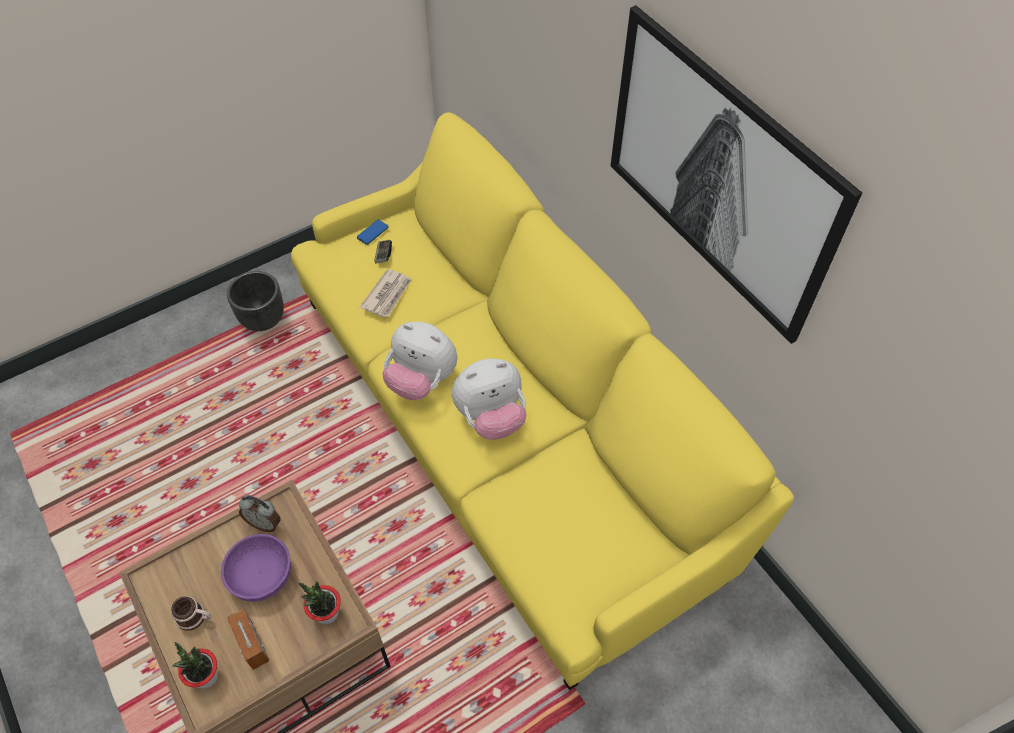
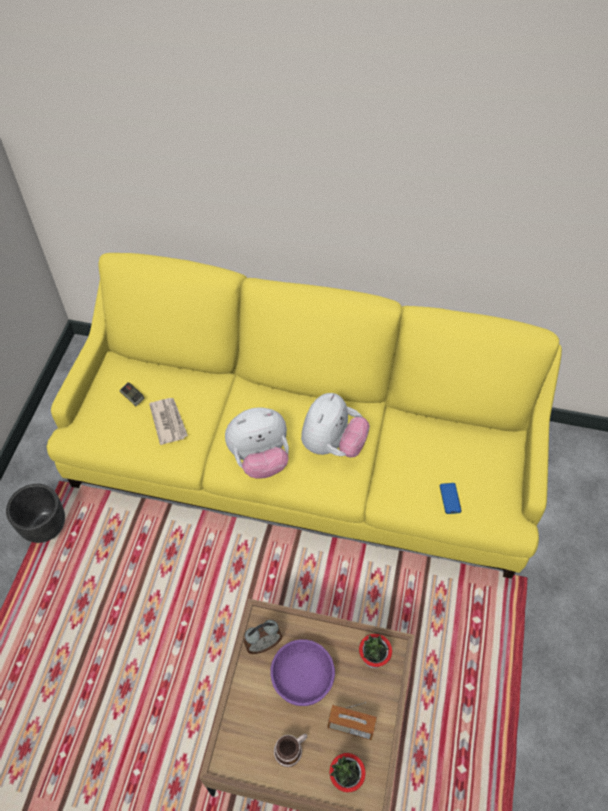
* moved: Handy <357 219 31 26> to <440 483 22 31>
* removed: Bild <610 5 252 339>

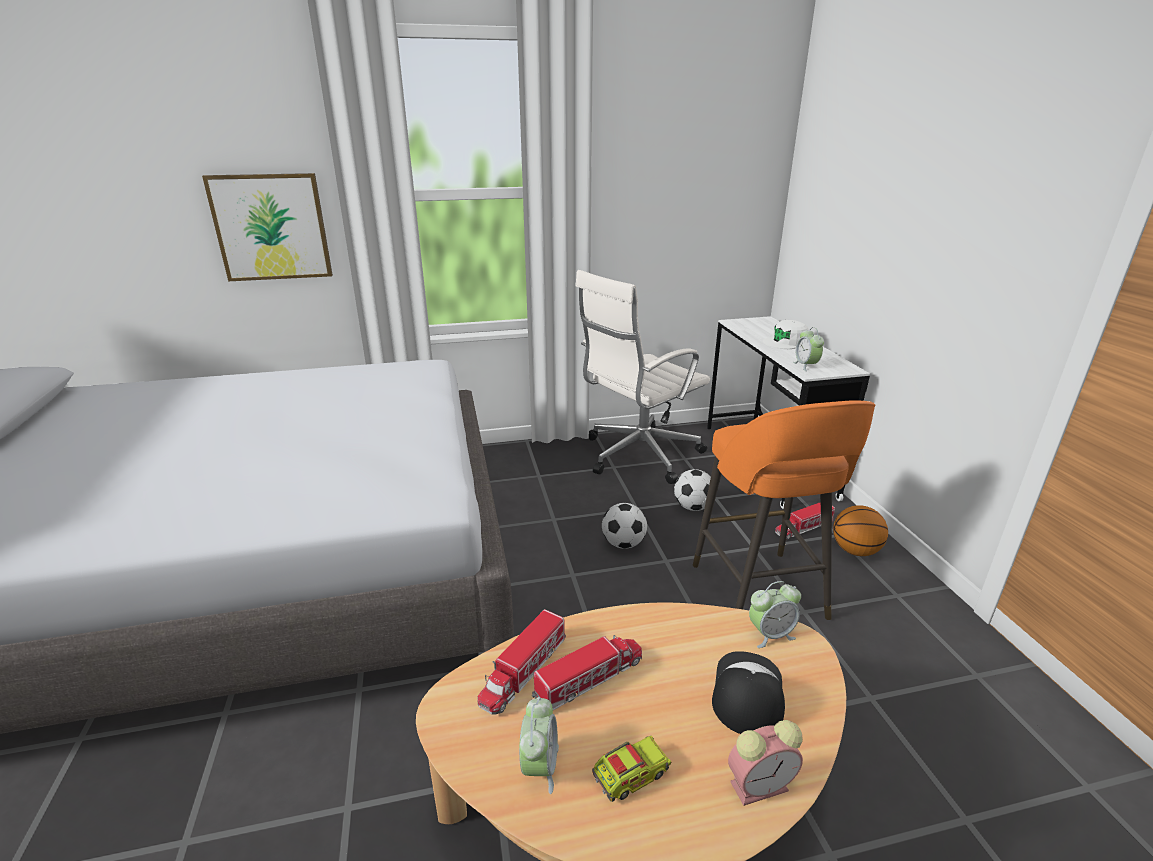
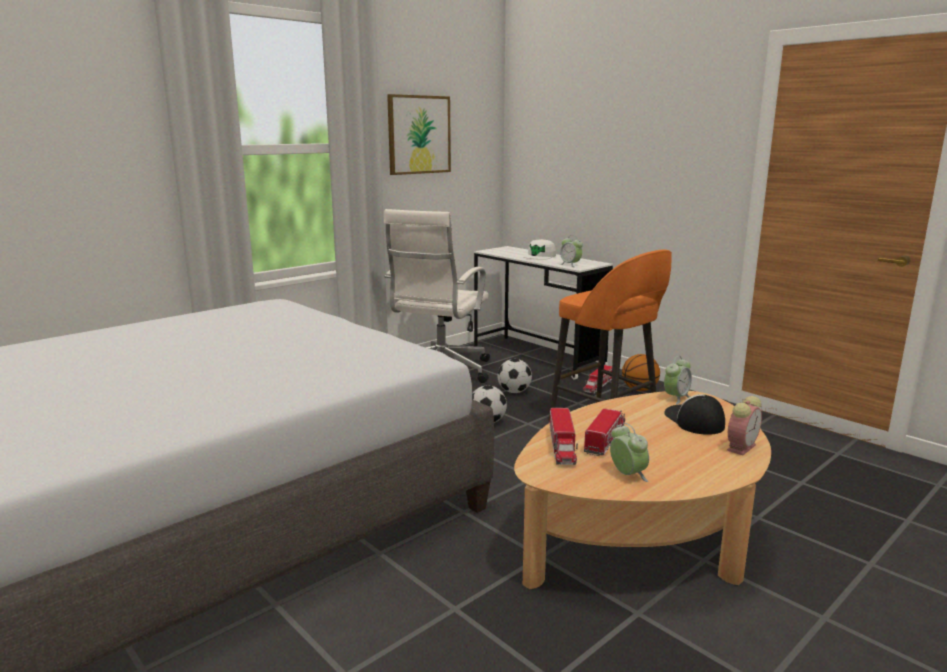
* moved: Bild <202 173 131 108> to <387 94 64 81>
* removed: Spielzeuglaster <592 735 79 67>

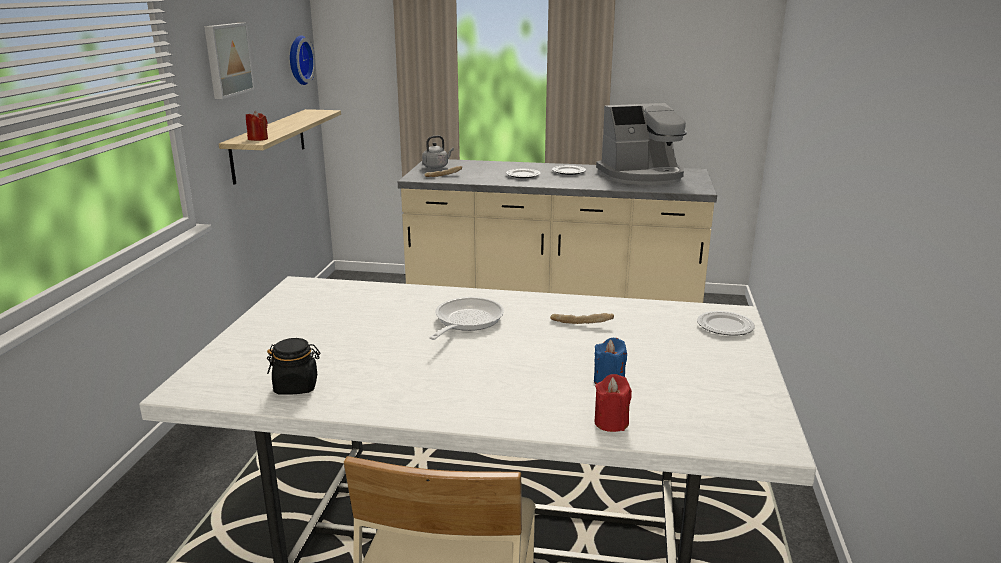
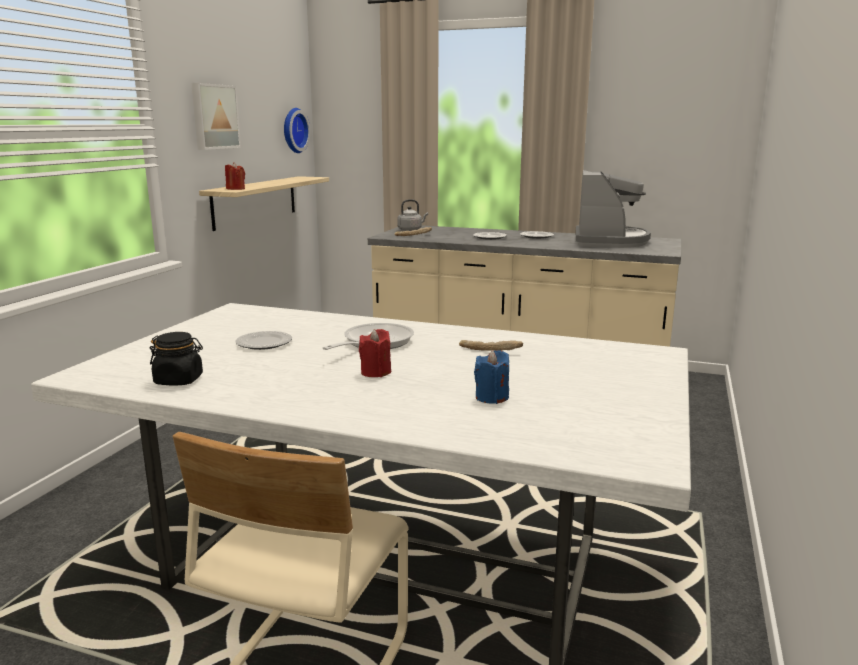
* moved: Kerze (rot) <594 374 38 58> to <359 329 32 48>
* turned: Kaffeemaschine <596 103 91 82> = <576 170 75 78> 75 degrees counterclockwise
* moved: Teller <697 311 58 25> to <235 331 57 19>

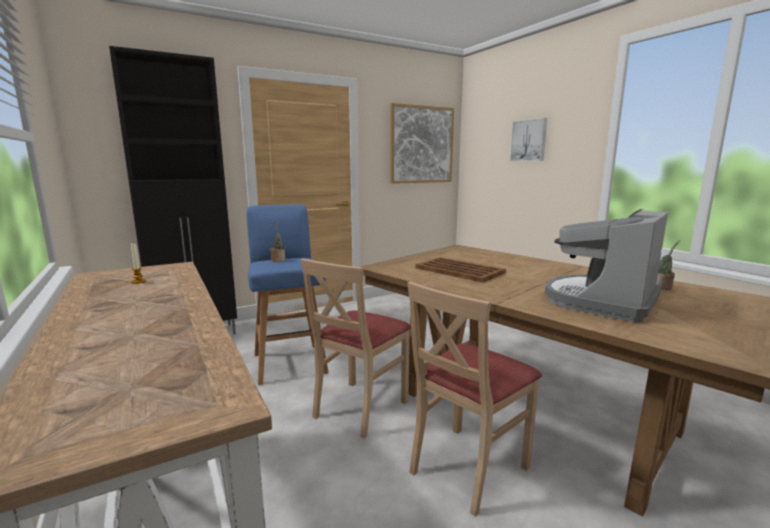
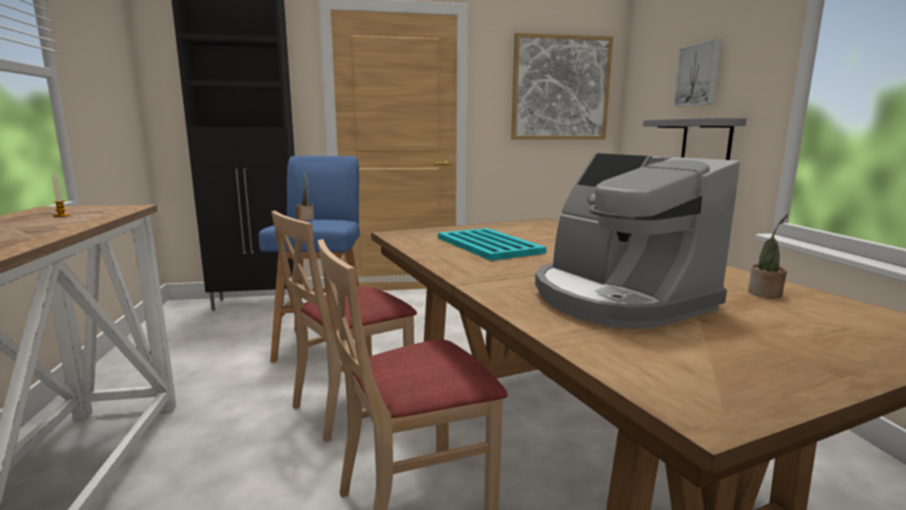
* recoloured: Tablett (braun) <415 257 91 26> to Tablett (türkis) <438 228 108 33>
* turned: Kaffeemaschine <545 209 123 113> = <535 153 205 176> 90 degrees counterclockwise
* added: Wandregal (grau) <643 118 104 42>

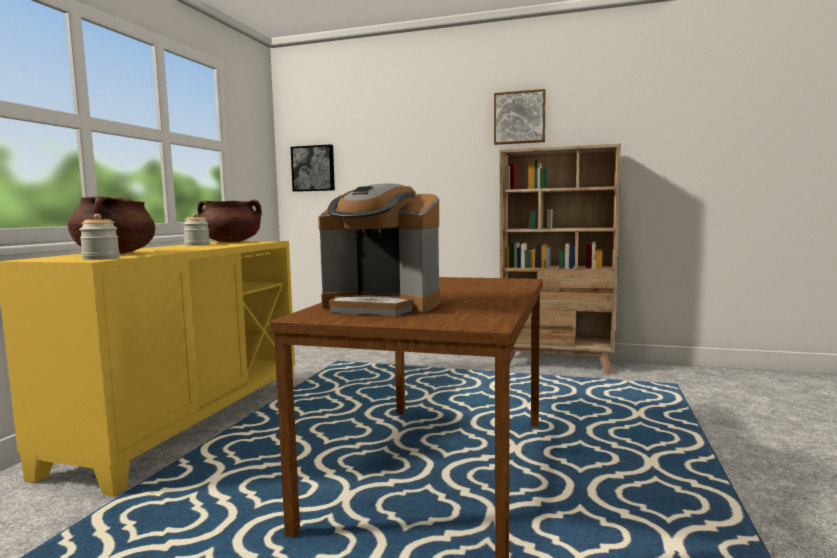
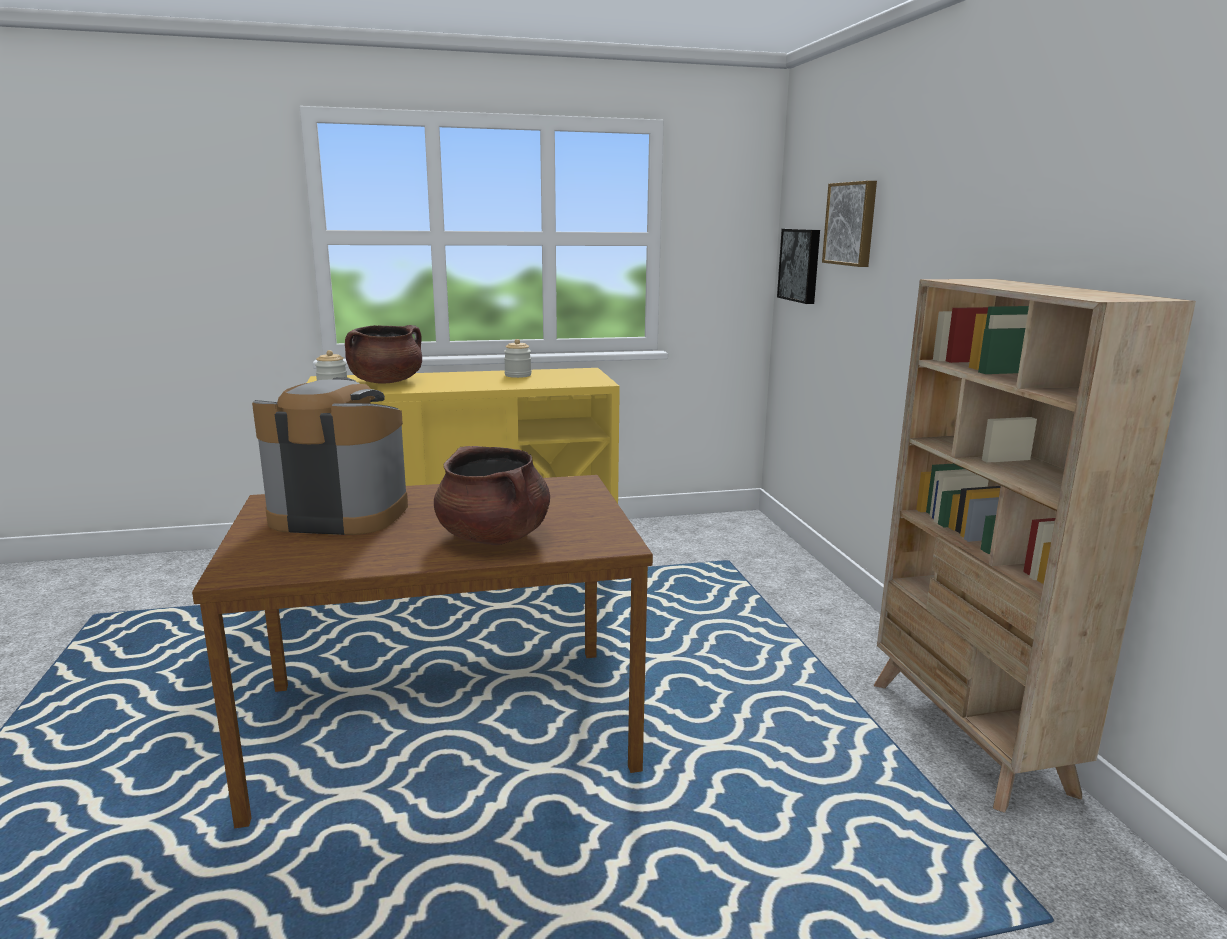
* moved: Kochtopf (braun) <197 200 65 42> to <434 446 116 100>
* turned: Kaffeemaschine <318 183 122 133> = <252 377 156 158> 105 degrees clockwise
* moved: Bild <494 89 52 56> to <822 181 55 86>

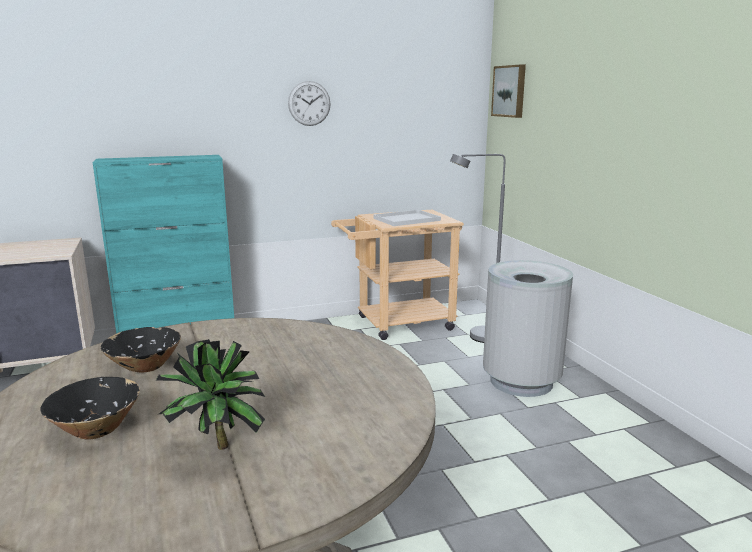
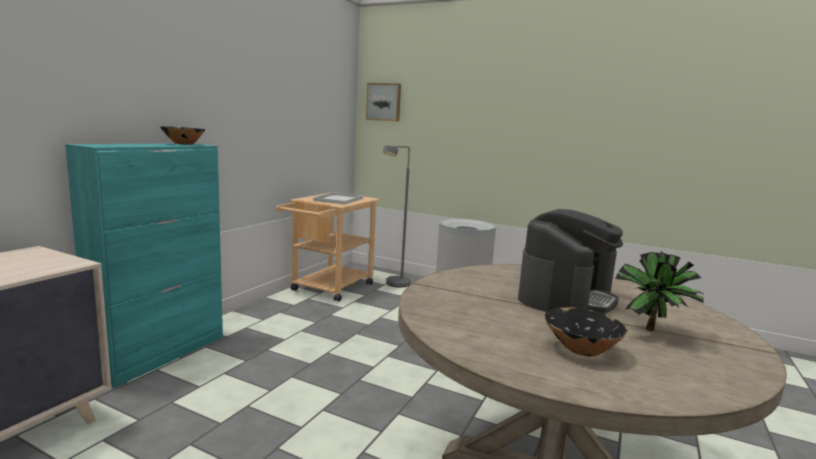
* moved: Schüssel (schwarz) <101 327 80 46> to <160 126 45 19>
* removed: Wanduhr <288 81 43 45>
* added: Kaffeemaschine <518 209 105 105>

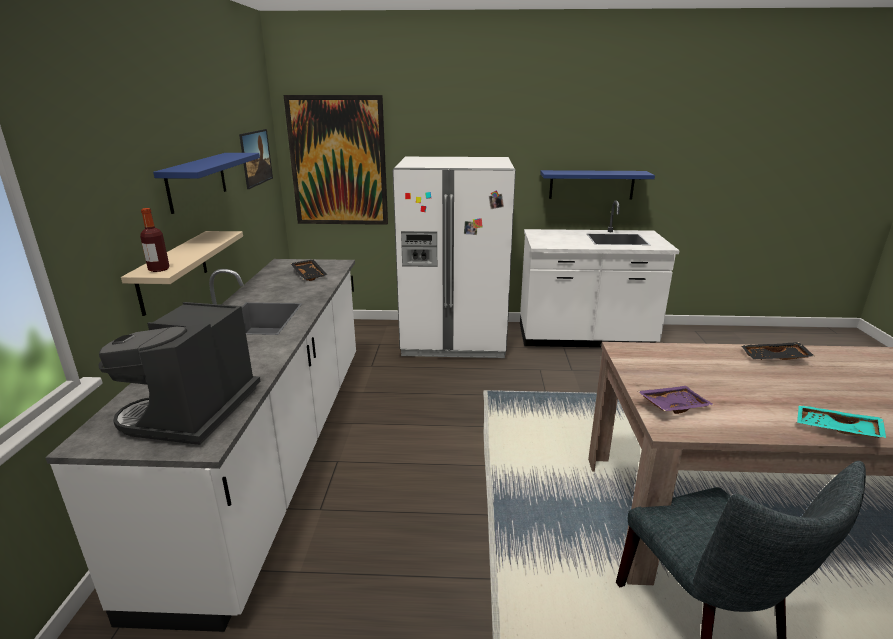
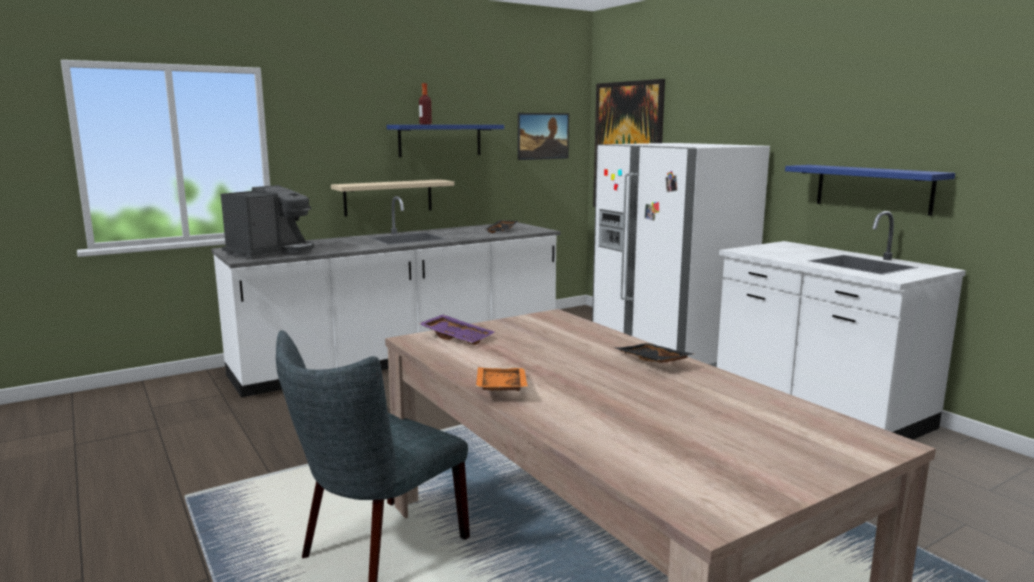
* turned: Kaffeemaschine <98 302 163 143> = <221 185 93 74> 150 degrees clockwise
* moved: Flasche <140 208 29 64> to <419 83 13 42>
* recoloured: Tablett (türkis) <797 405 89 33> to Tablett (orange) <476 367 52 24>

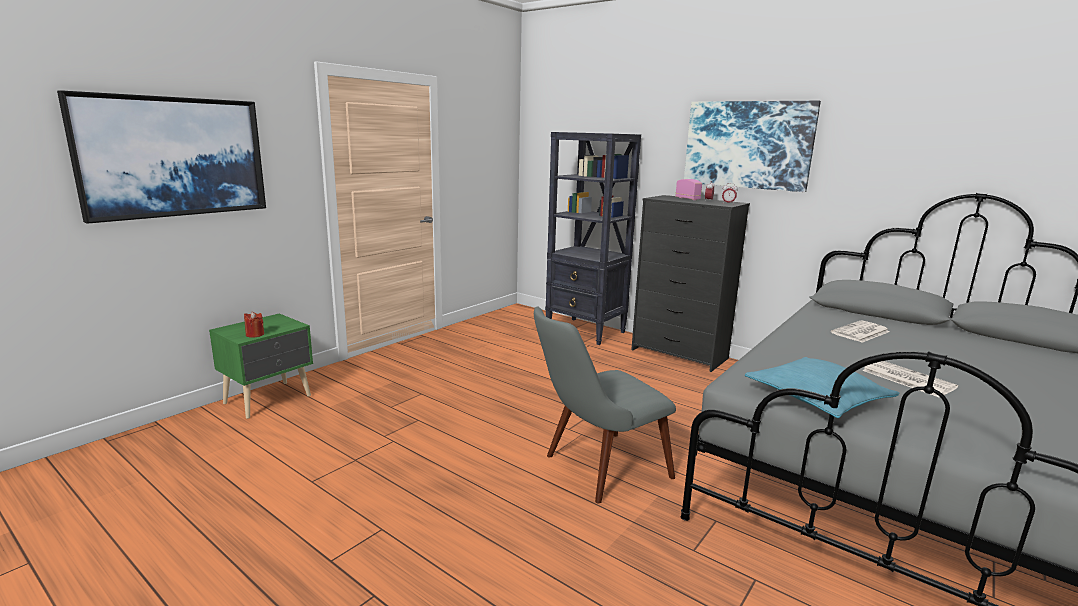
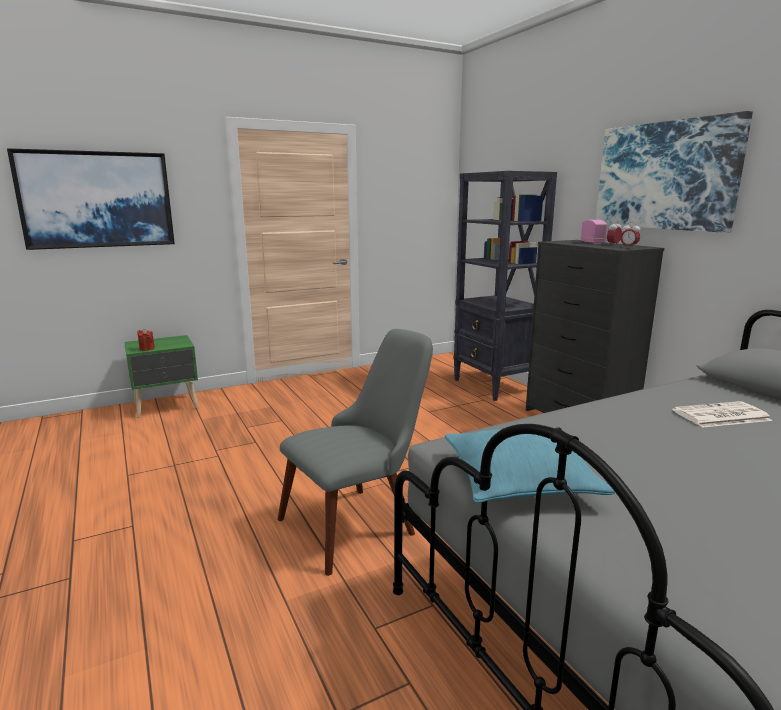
* turned: Stuhl (grau) <534 306 142 197> = <278 329 155 247> 150 degrees clockwise
* removed: Zeitung <862 361 96 36>

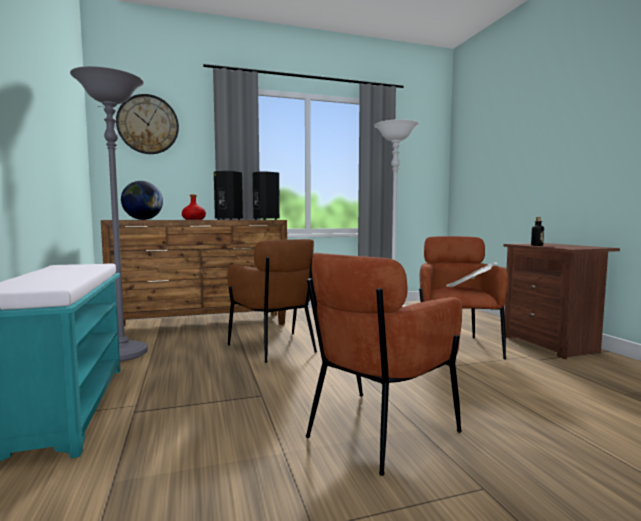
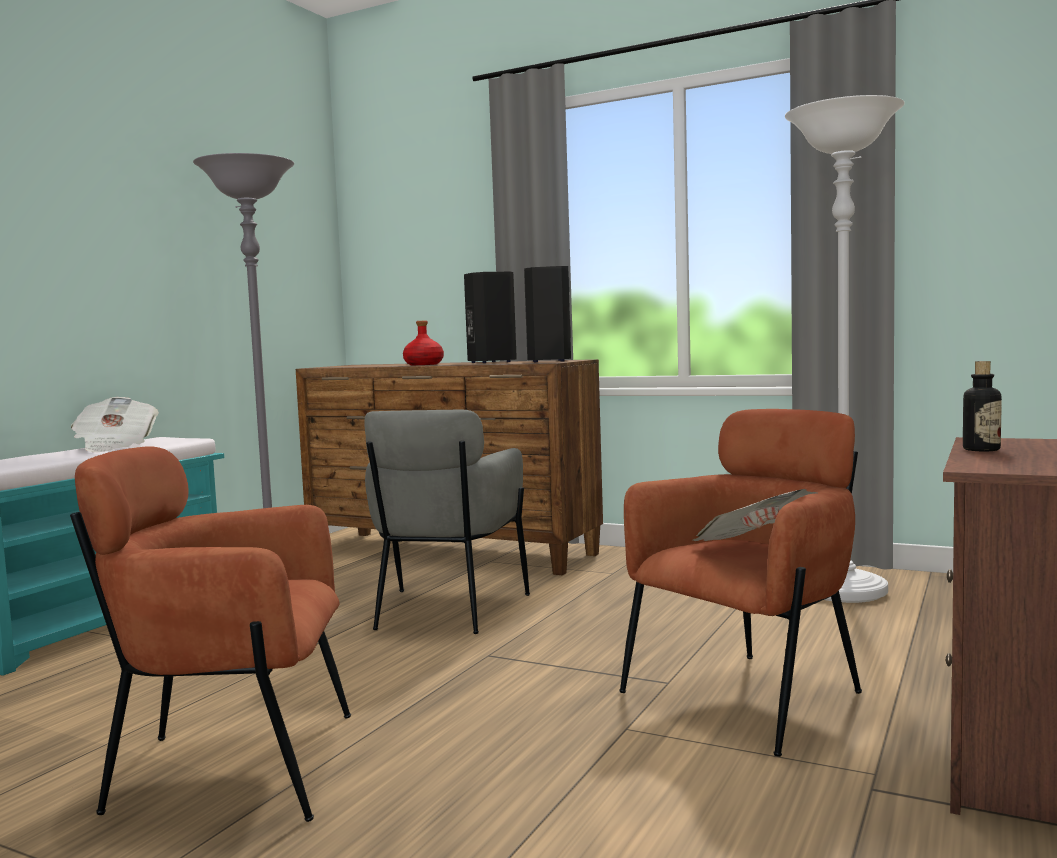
* removed: Wanduhr <116 94 63 60>
* removed: Globus <121 181 42 39>
* recoloured: Sessel (braun) <227 239 90 124> to Sessel (grau) <364 410 166 224>
* added: Zeitung <71 397 88 55>

